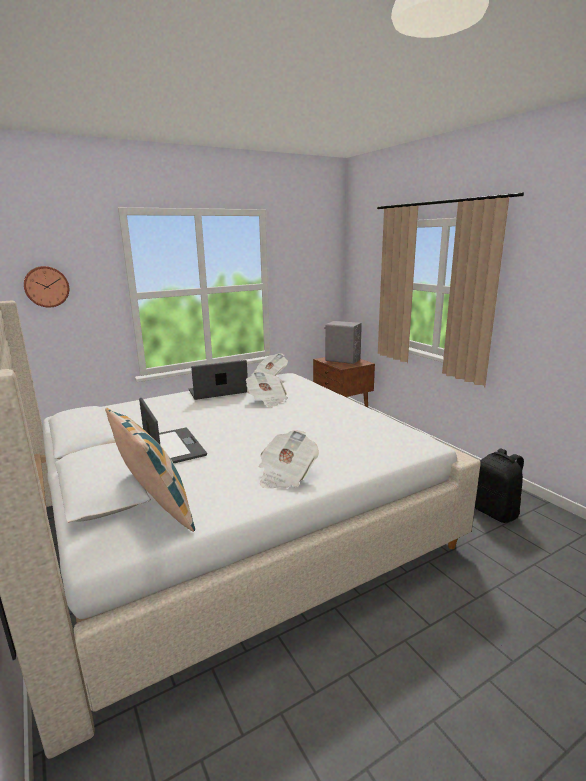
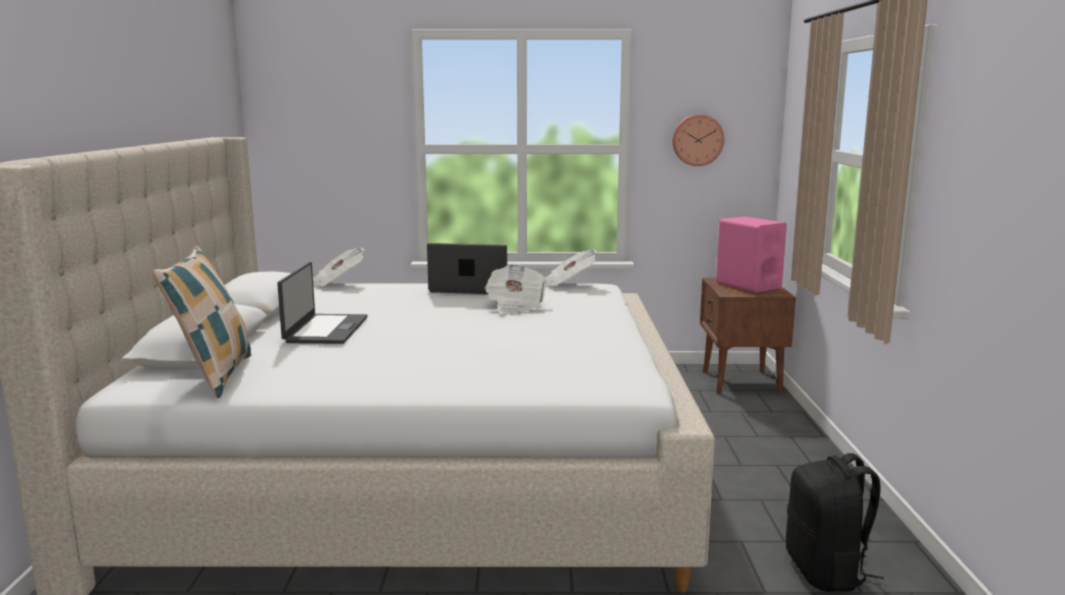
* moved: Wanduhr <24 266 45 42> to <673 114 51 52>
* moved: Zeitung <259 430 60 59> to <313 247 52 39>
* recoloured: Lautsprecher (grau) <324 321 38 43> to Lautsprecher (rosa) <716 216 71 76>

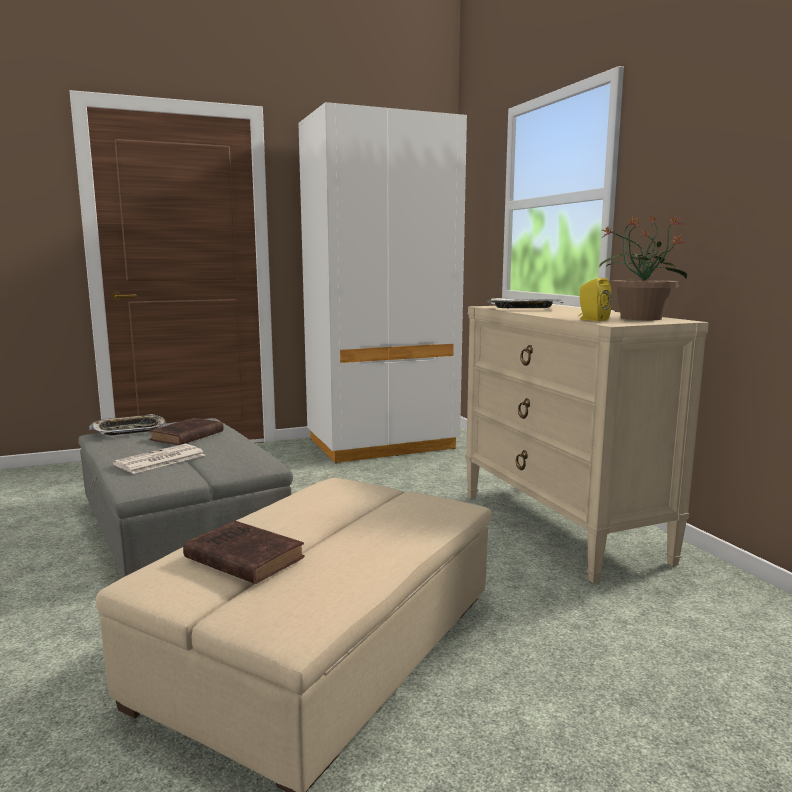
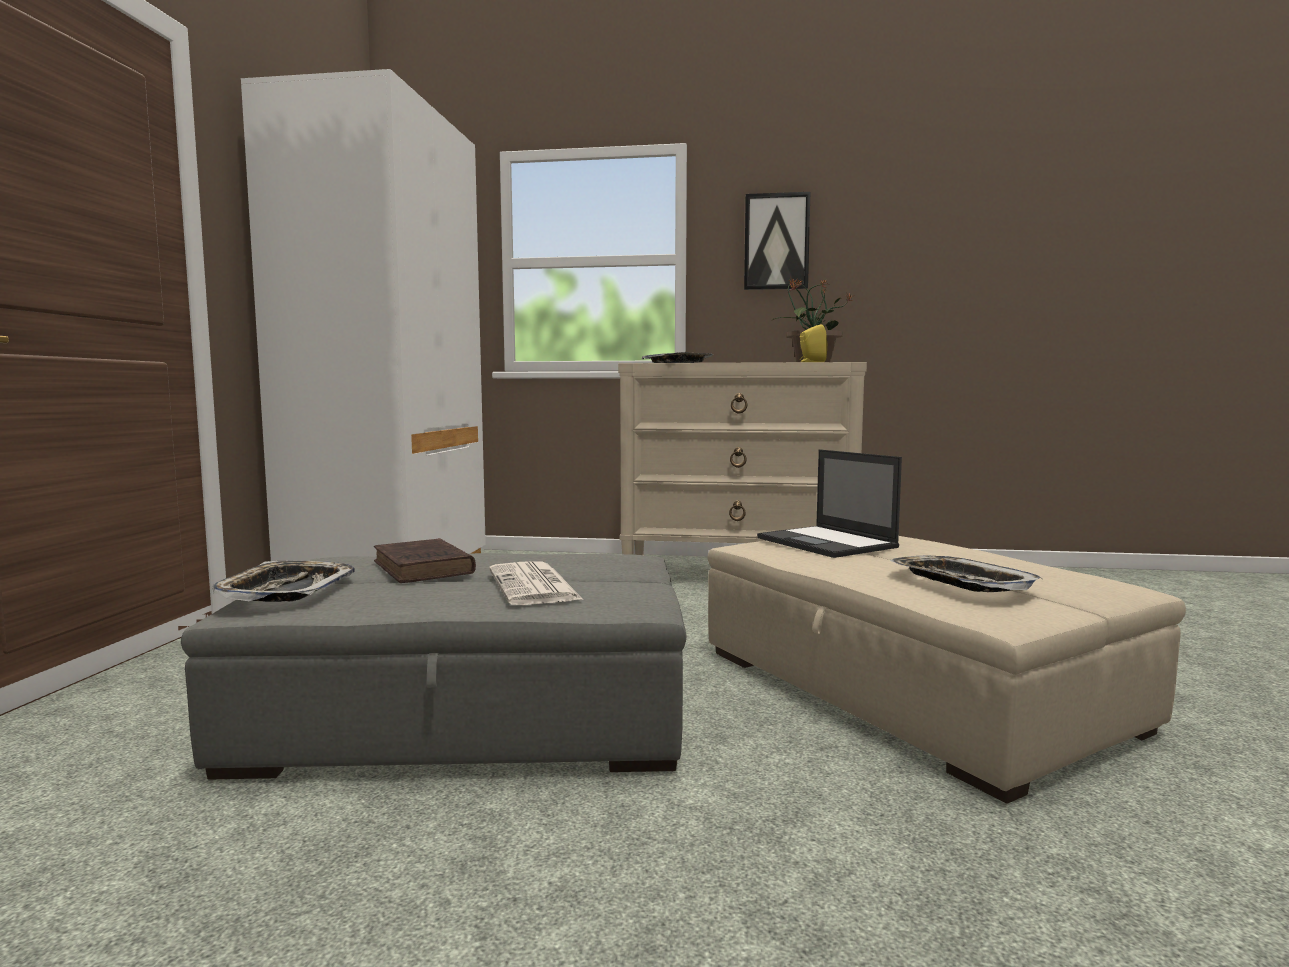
* replaced: Buch (braun) <183 521 122 63> to Tablett <890 555 151 37>
* added: Bild <744 192 66 98>
* added: Laptop <757 449 145 109>

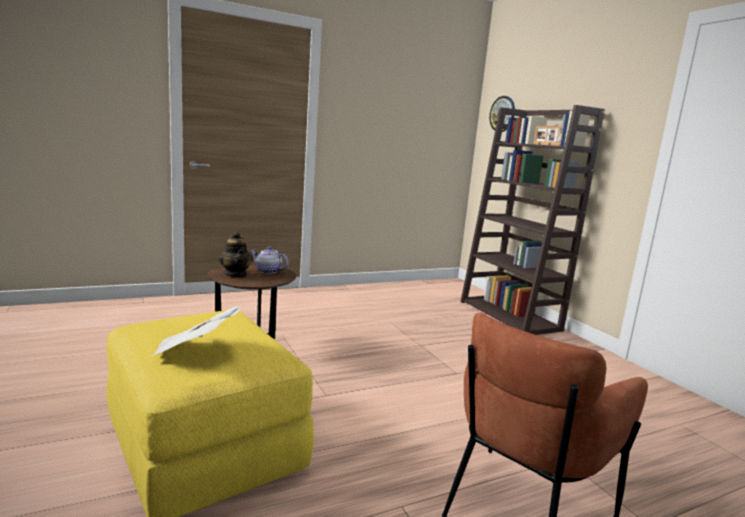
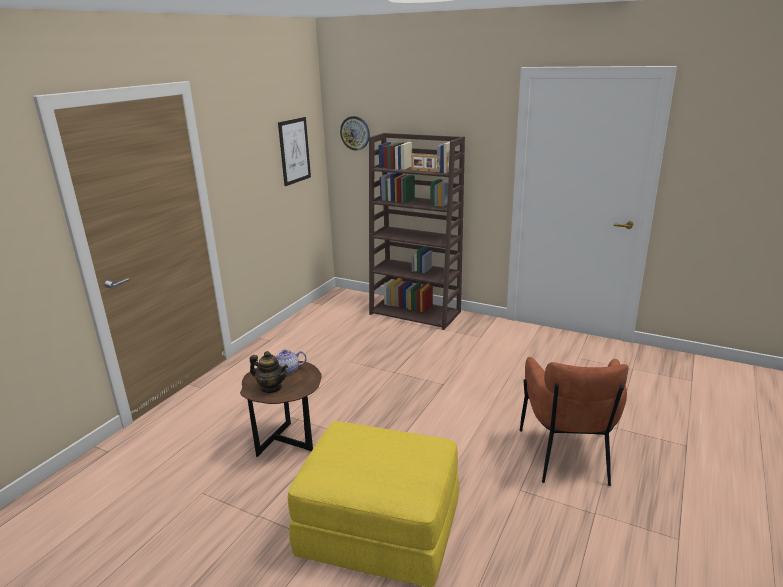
* removed: Zeitung <152 306 89 50>
* added: Bild <278 117 33 69>

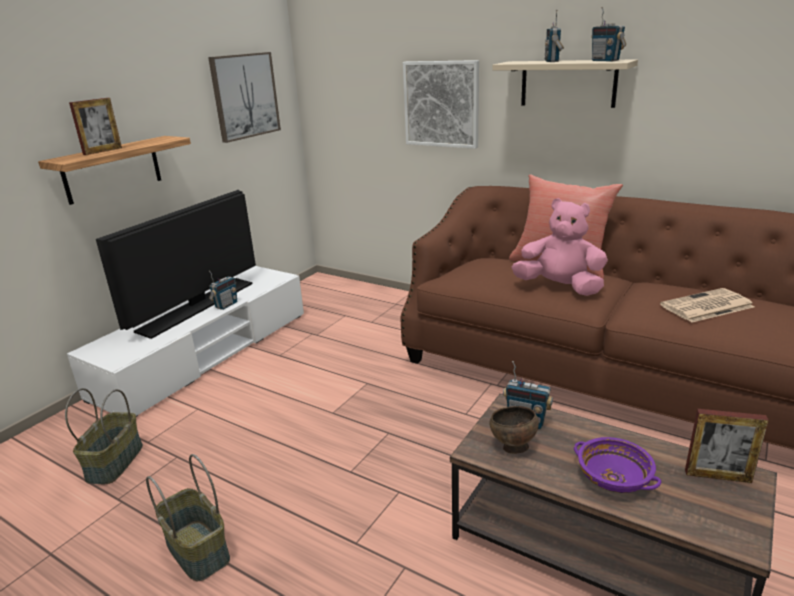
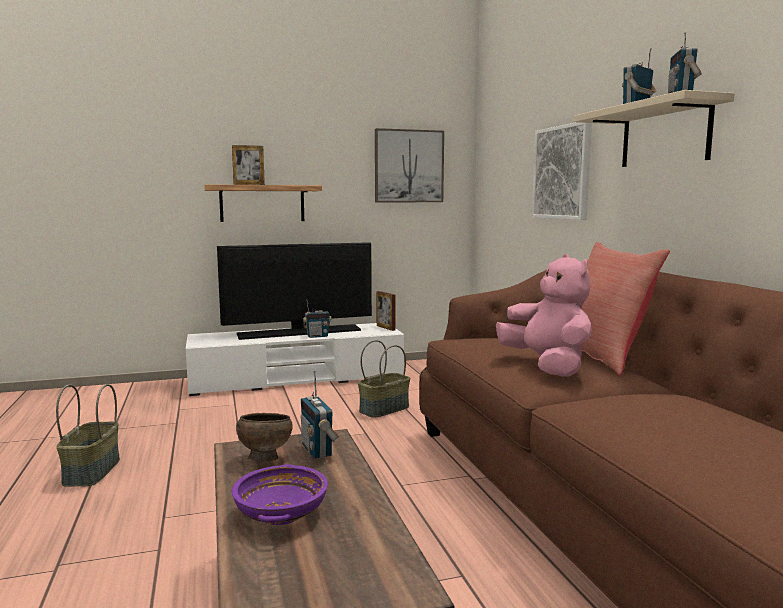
* moved: Korb <65 388 78 96> to <358 340 52 78>
* removed: Zeitung <660 288 95 35>
* moved: Bilderrahmen <685 409 84 74> to <376 291 20 40>

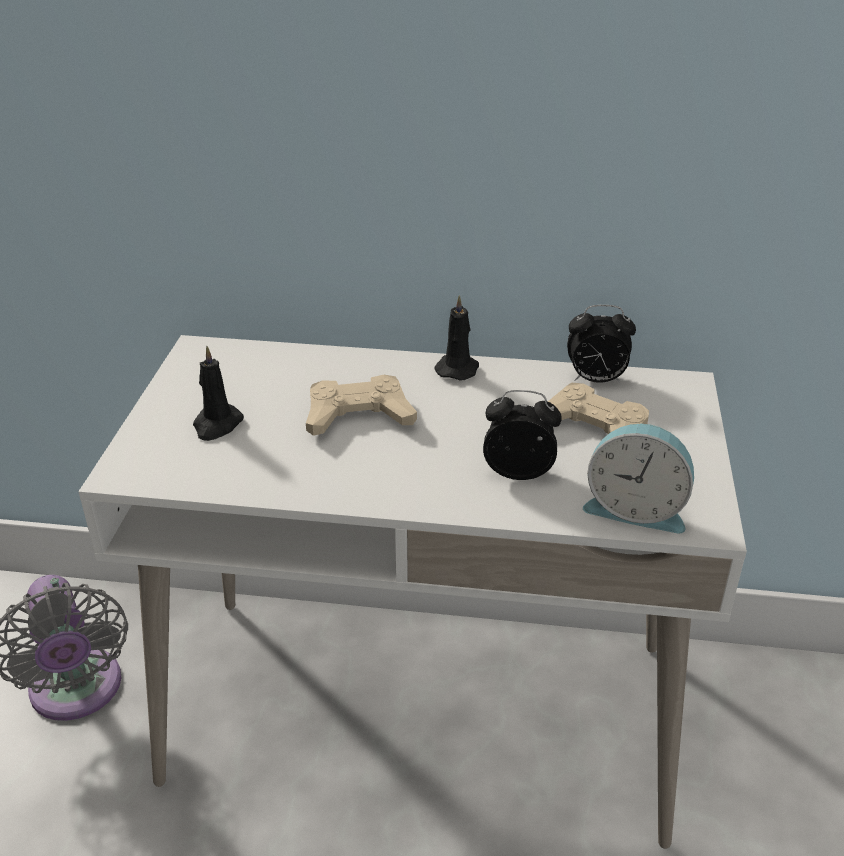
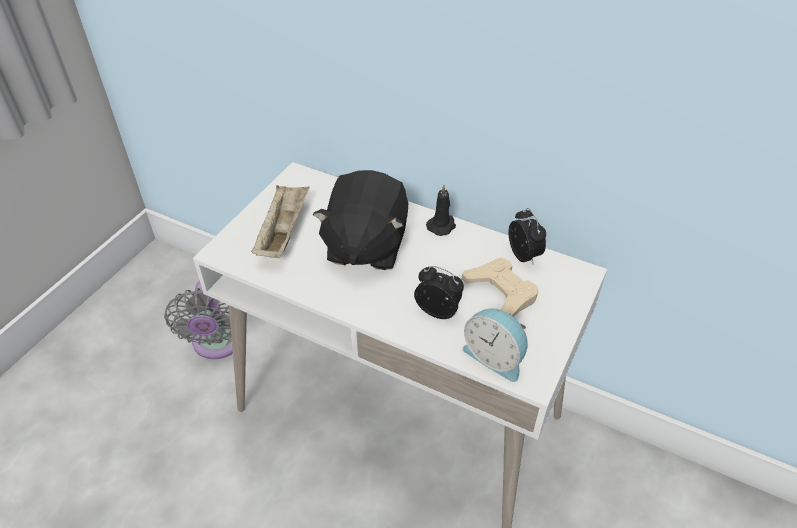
* replaced: Kerze (schwarz) <193 346 51 95> to Tablett (beige) <251 185 59 73>
* replaced: Gamepad (beige) <306 375 111 61> to Plüschtier (schwarz) <313 170 95 100>
* turned: Wecker <567 305 69 78> = <509 208 37 56> 135 degrees counterclockwise

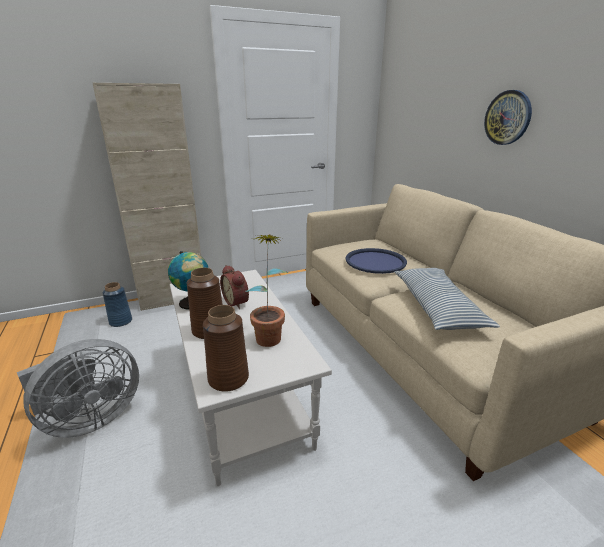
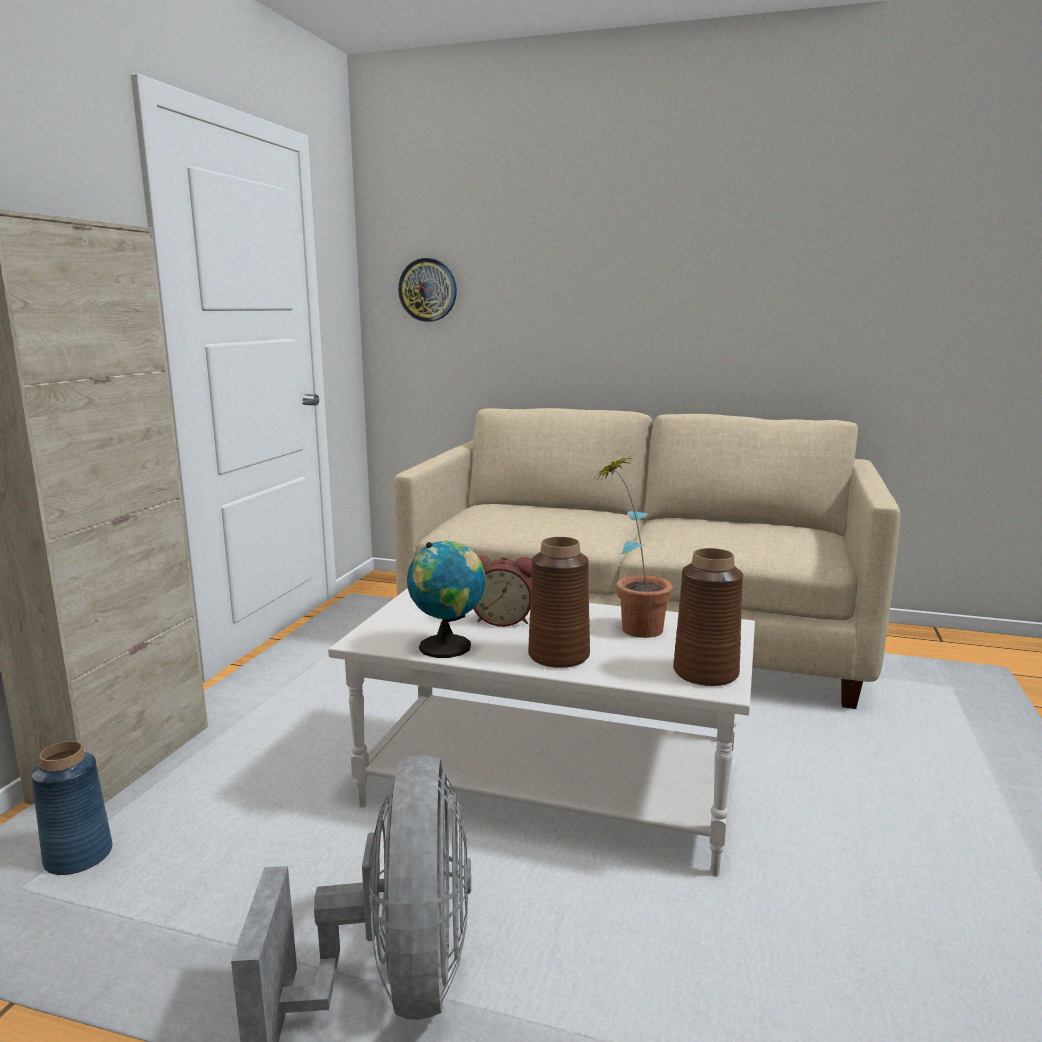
* removed: Tablett (blau) <346 248 61 26>
* removed: Kissen <395 268 105 62>
* moved: Wanduhr <484 90 48 55> to <398 258 59 64>

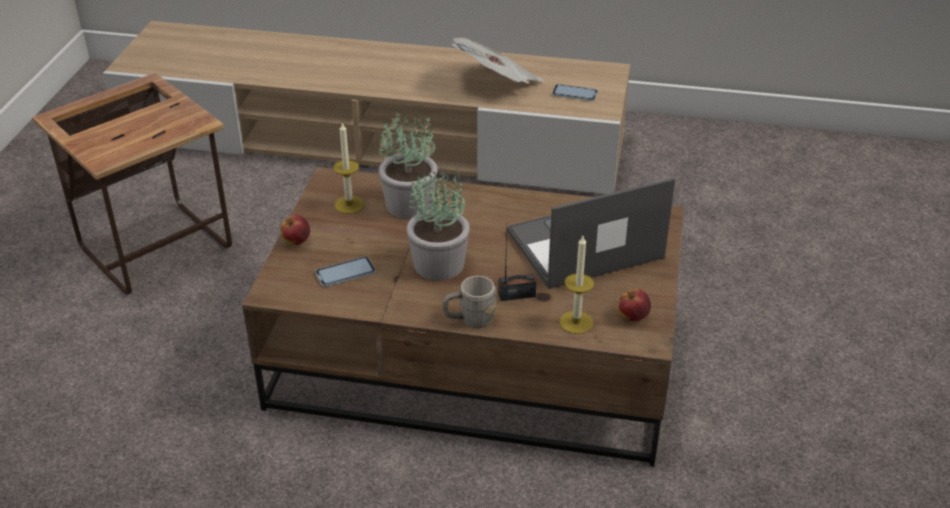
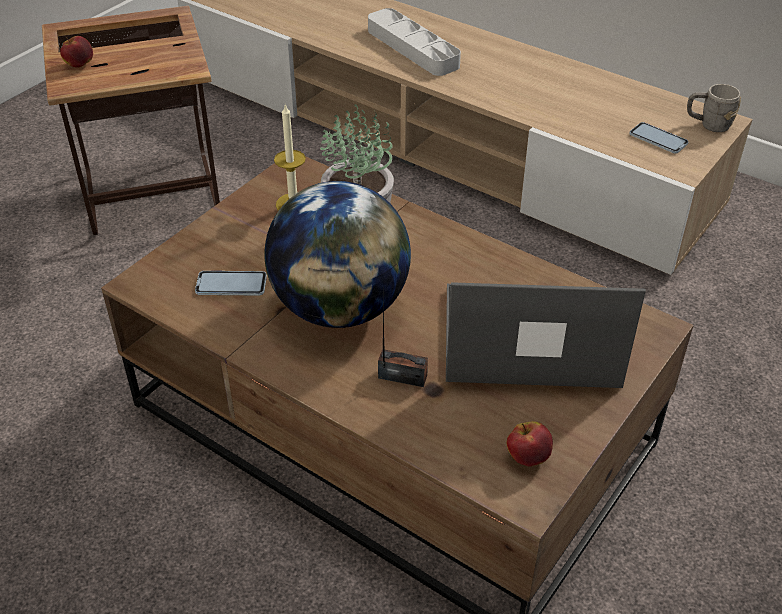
* moved: Apfel <280 215 30 30> to <60 36 33 32>
* replaced: Topfpflanze <407 169 63 112> to Globus <264 181 147 147>
* moved: Henkelbecher (grau) <442 276 55 52> to <687 84 54 48>
* removed: Zeitung <451 38 93 45>
* removed: Kerze <559 236 35 98>
* added: Tablett (grau) <368 8 93 68>

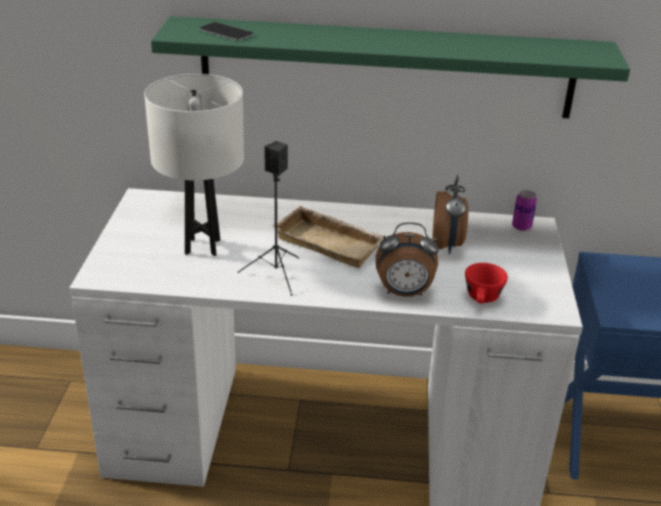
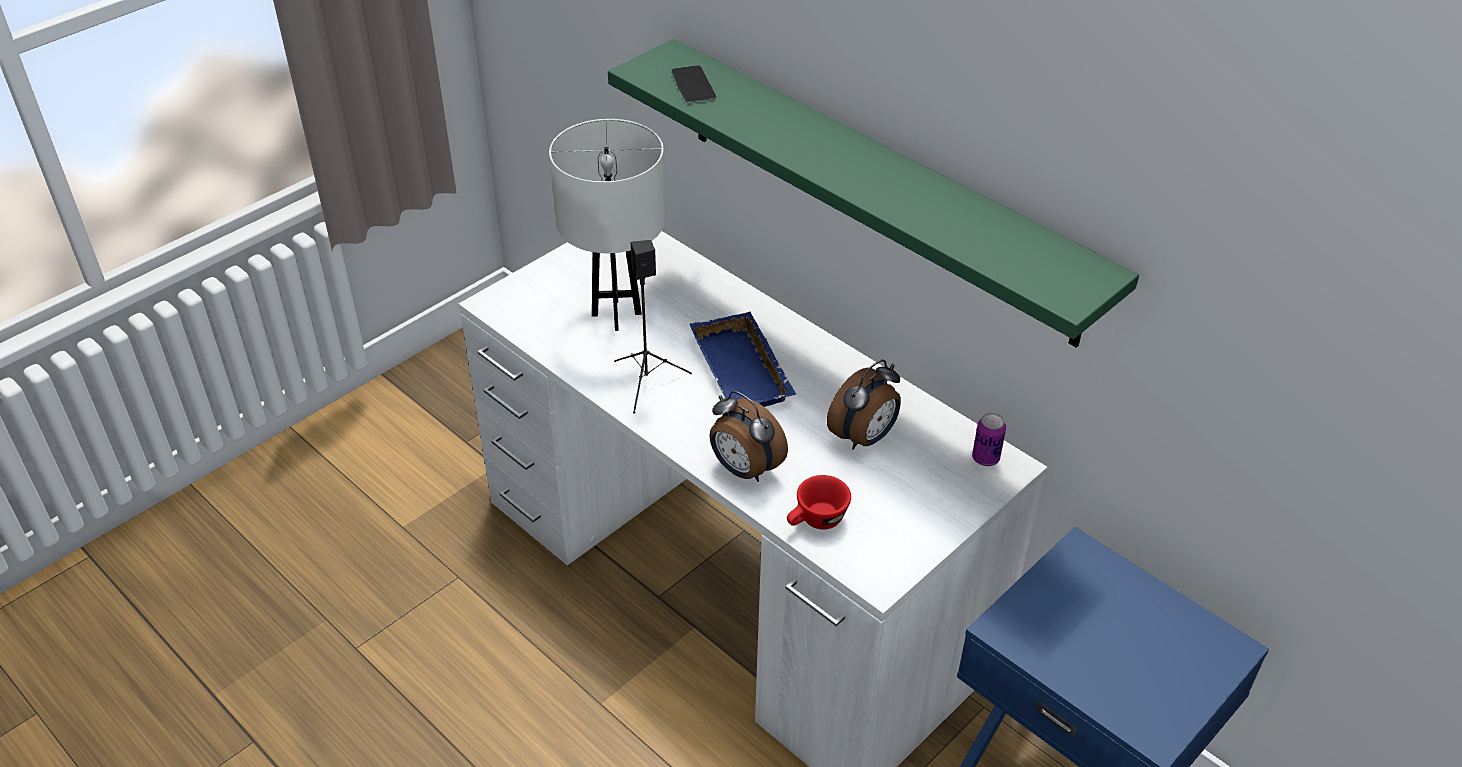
* recoloured: Tablett (beige) <272 206 112 62> to Tablett (blau) <690 312 106 95>

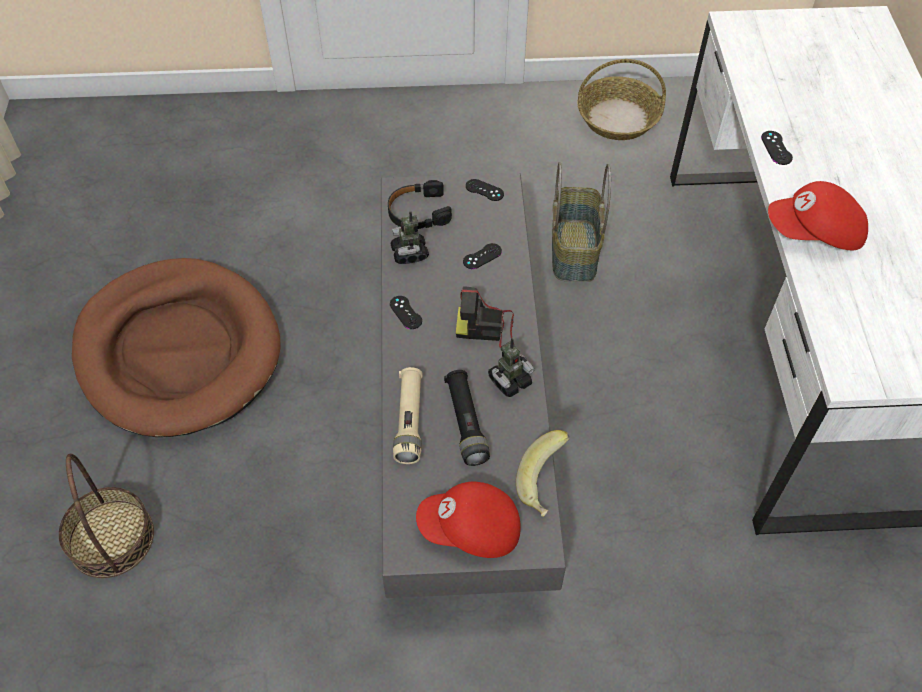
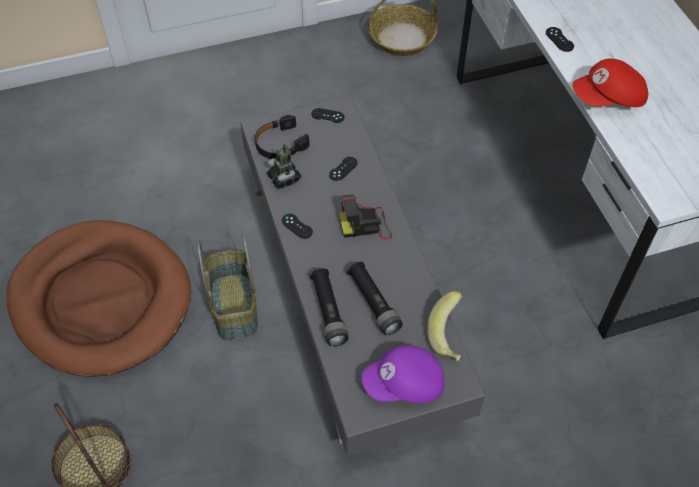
* recoloured: Taschenlampe (beige) <393 367 30 97> to Taschenlampe (schwarz) <310 268 39 78>
* recoloured: Kappe (rot) <416 482 105 76> to Kappe (lila) <362 345 83 58>
* removed: Spielzeugroboter <488 338 47 59>
* moved: Korb <552 162 59 120> to <197 233 61 108>

